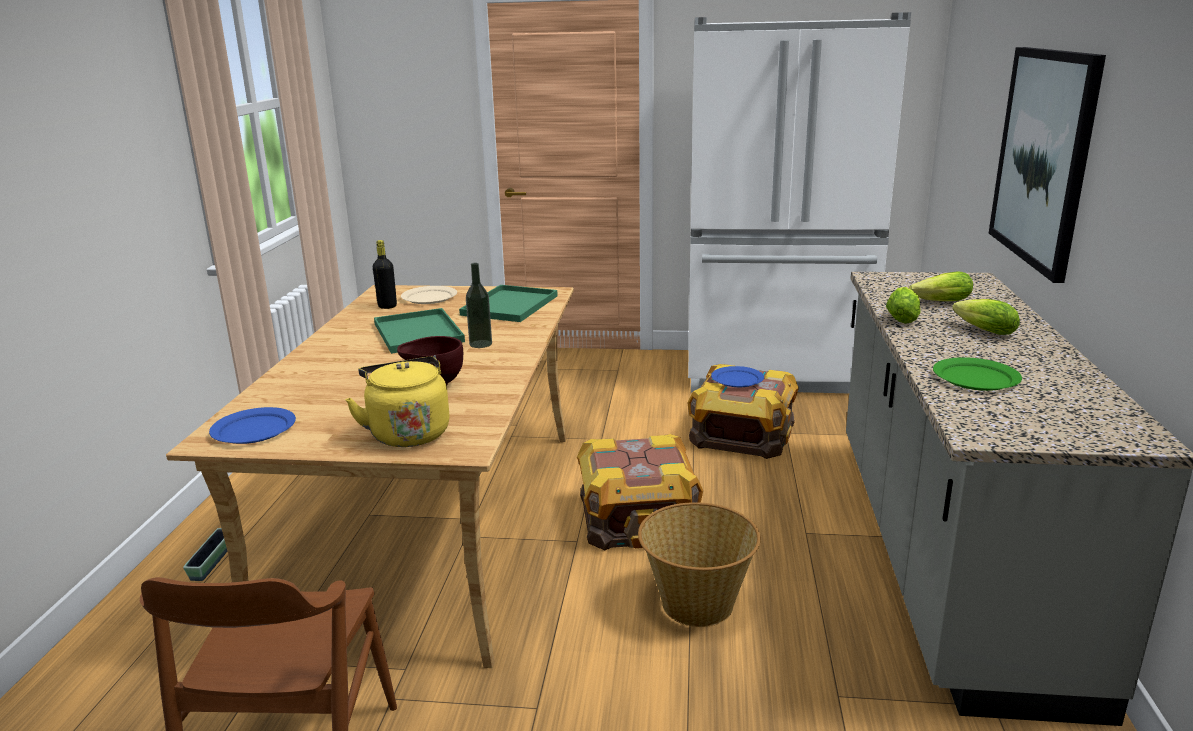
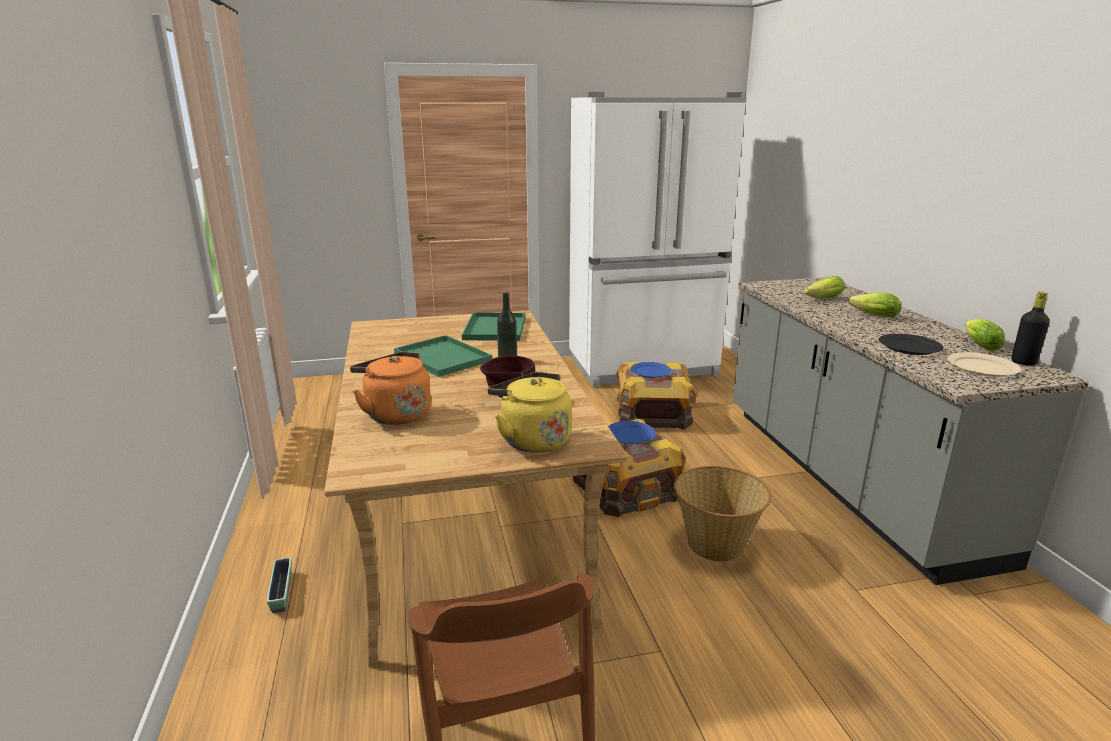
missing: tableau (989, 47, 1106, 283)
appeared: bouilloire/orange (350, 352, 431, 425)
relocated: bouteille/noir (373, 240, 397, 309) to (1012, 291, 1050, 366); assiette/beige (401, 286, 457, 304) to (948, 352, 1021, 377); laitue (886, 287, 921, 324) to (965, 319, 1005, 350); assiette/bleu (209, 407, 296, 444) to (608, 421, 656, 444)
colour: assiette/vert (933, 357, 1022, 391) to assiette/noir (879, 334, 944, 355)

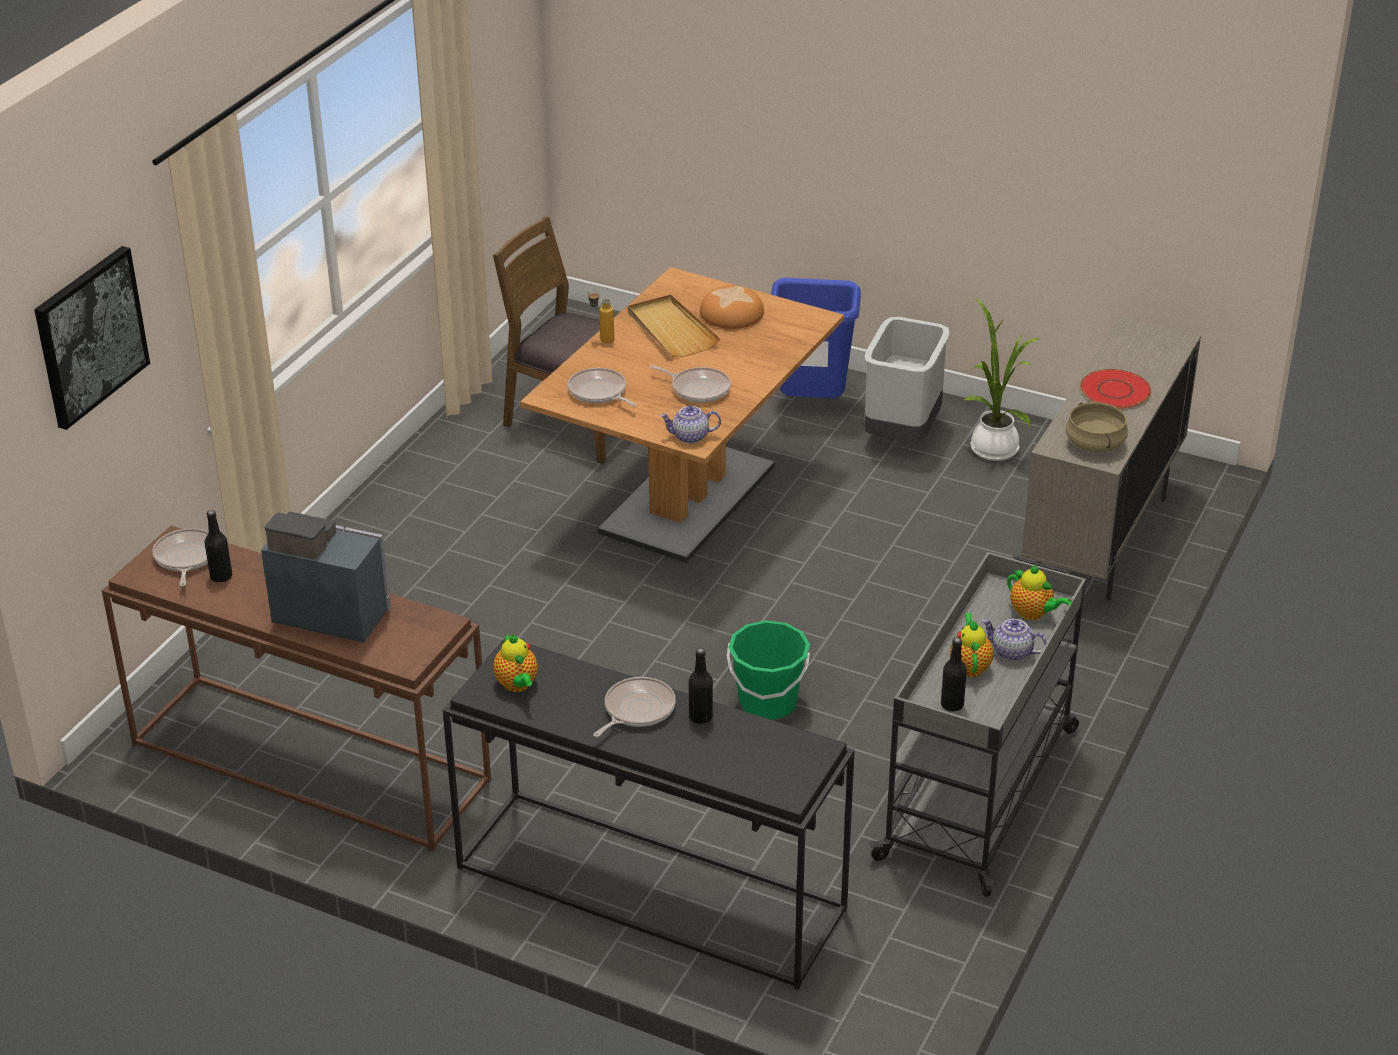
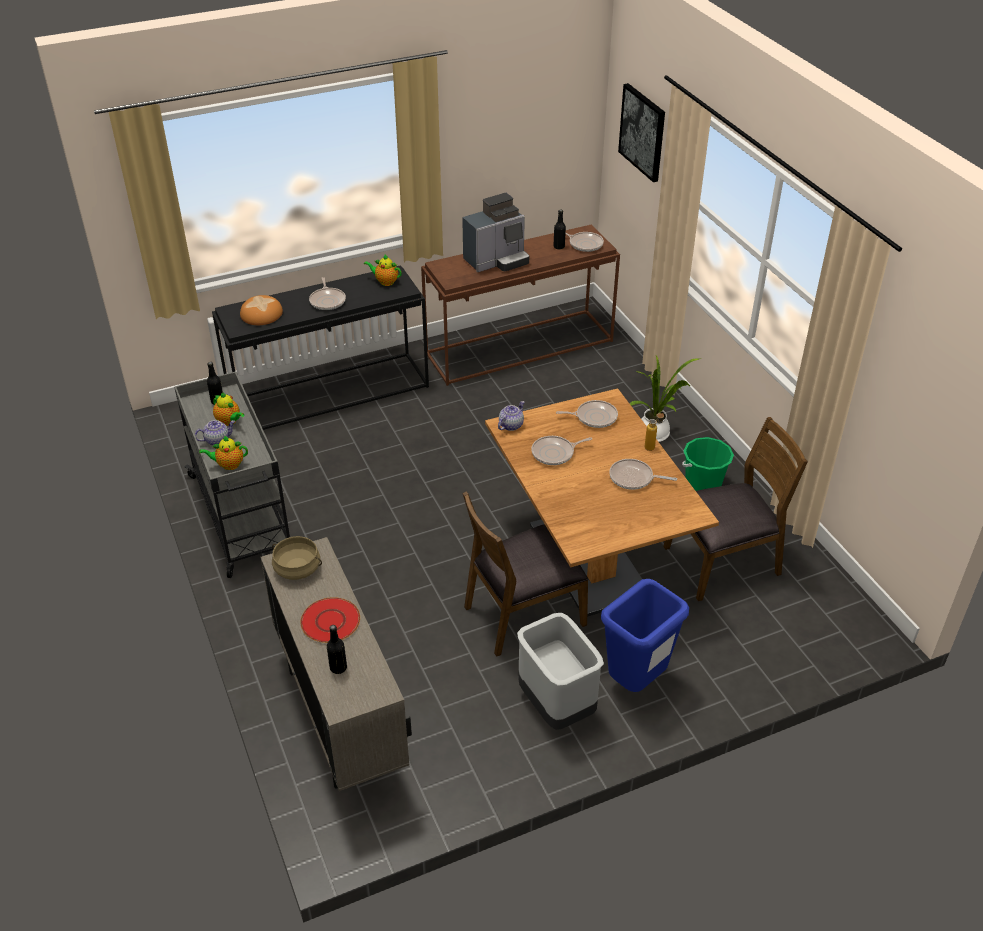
appeared: chaise/marron (462, 491, 589, 657)
relocated: pain (700, 285, 764, 329) to (240, 295, 283, 325); plante en pot (964, 298, 1041, 461) to (629, 355, 701, 442); seau/vert (727, 620, 810, 720) to (682, 437, 734, 491); bouteille/noir (689, 648, 713, 724) to (327, 625, 347, 674)
exchanged: plateau/beige (628, 295, 720, 357) to poêle (609, 459, 677, 490)

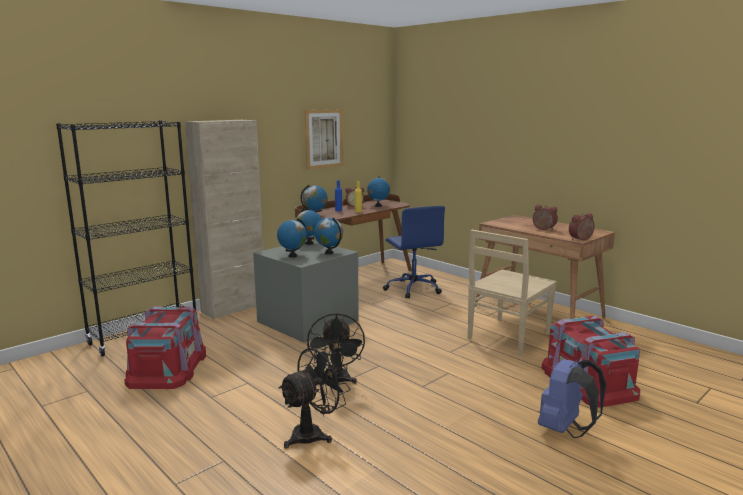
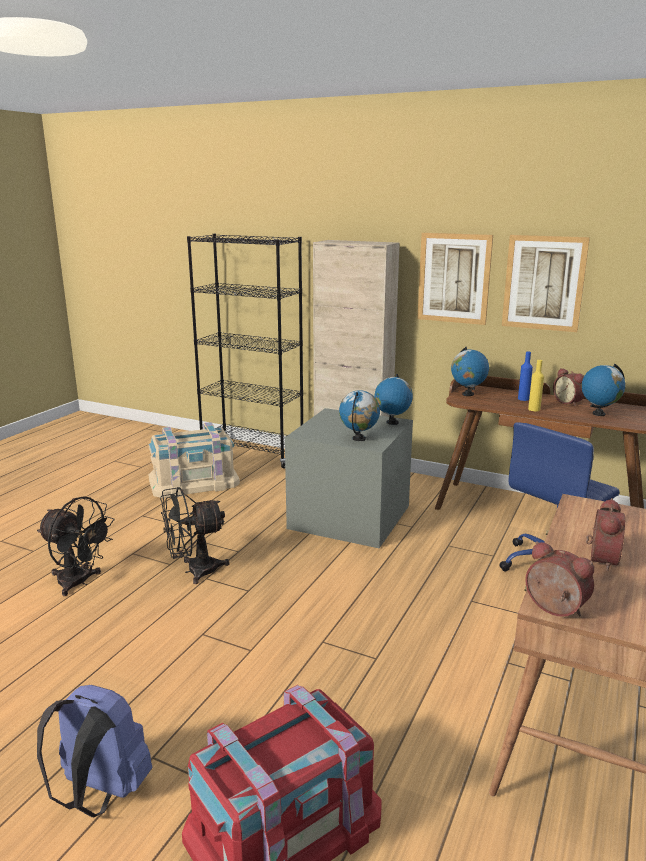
missing: globe (277, 218, 307, 257); chaise/beige (468, 230, 557, 355)
appeared: tableau (417, 233, 493, 325)
colour: boîte de rangement/rouge (124, 307, 206, 389) to boîte de rangement/beige (149, 422, 240, 498)

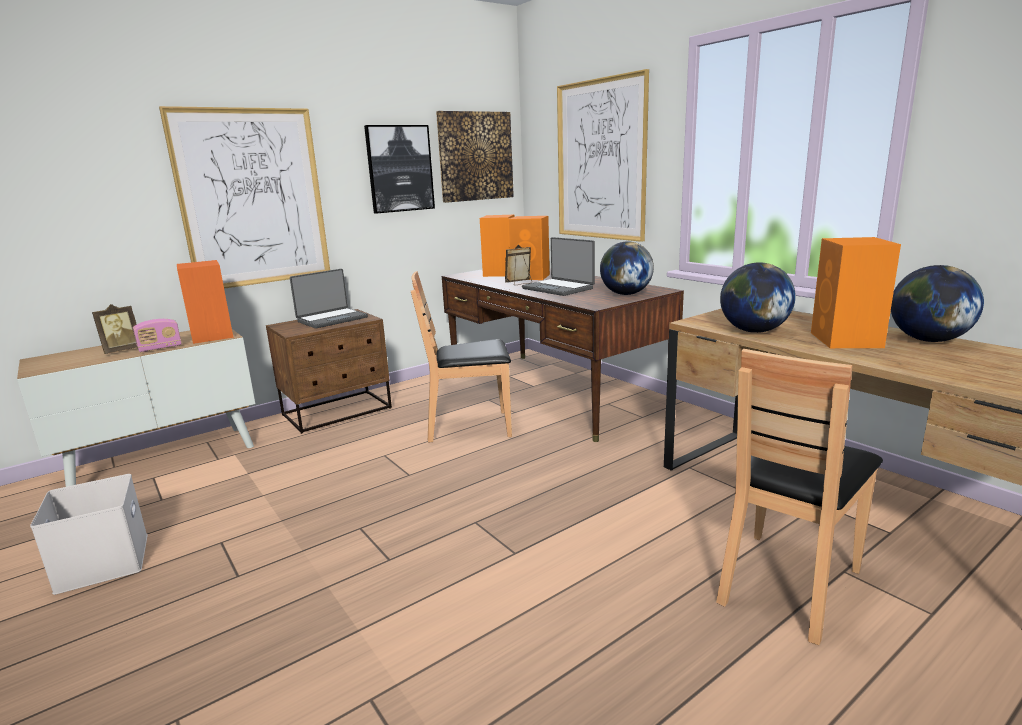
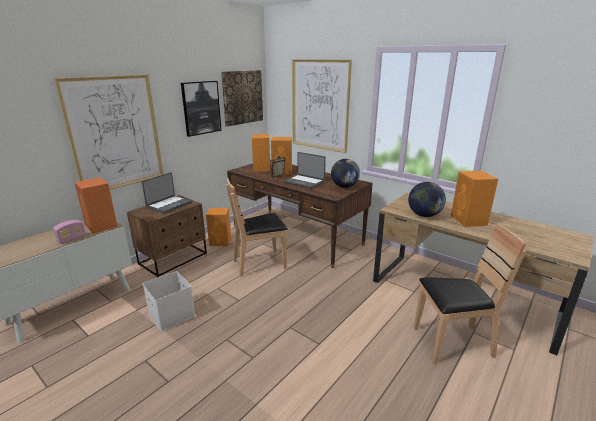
missing: globe (891, 265, 984, 342); cadre photo (92, 304, 137, 354)
appeared: enceinte/orange (206, 208, 231, 246)
relocated: boîte de rangement/blanc (30, 474, 148, 595) to (143, 271, 196, 331)
spun: chaise/marron (716, 349, 883, 645) = (414, 224, 526, 364) 120 degrees counterclockwise

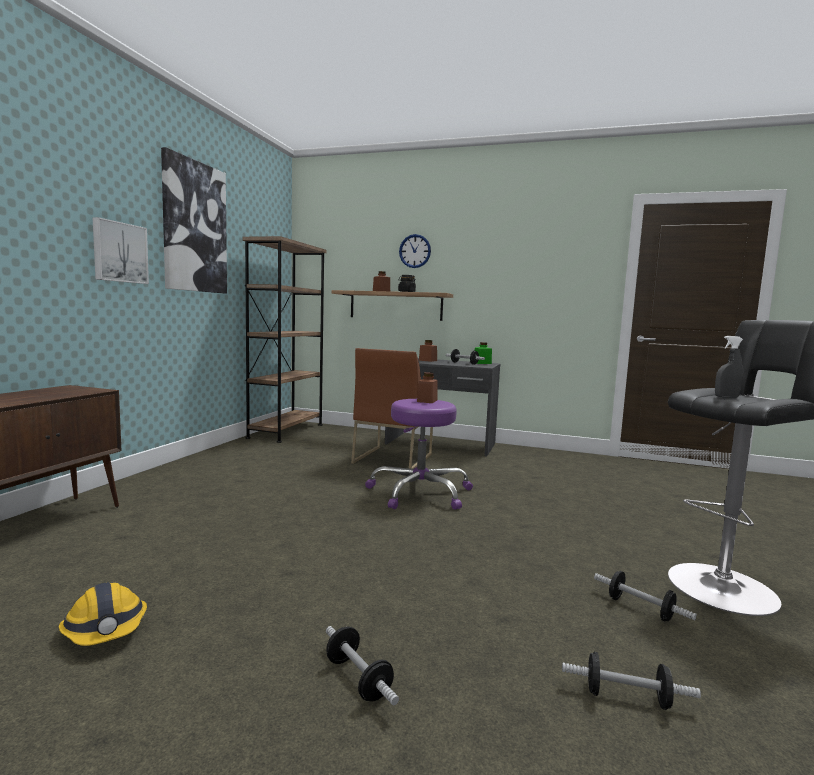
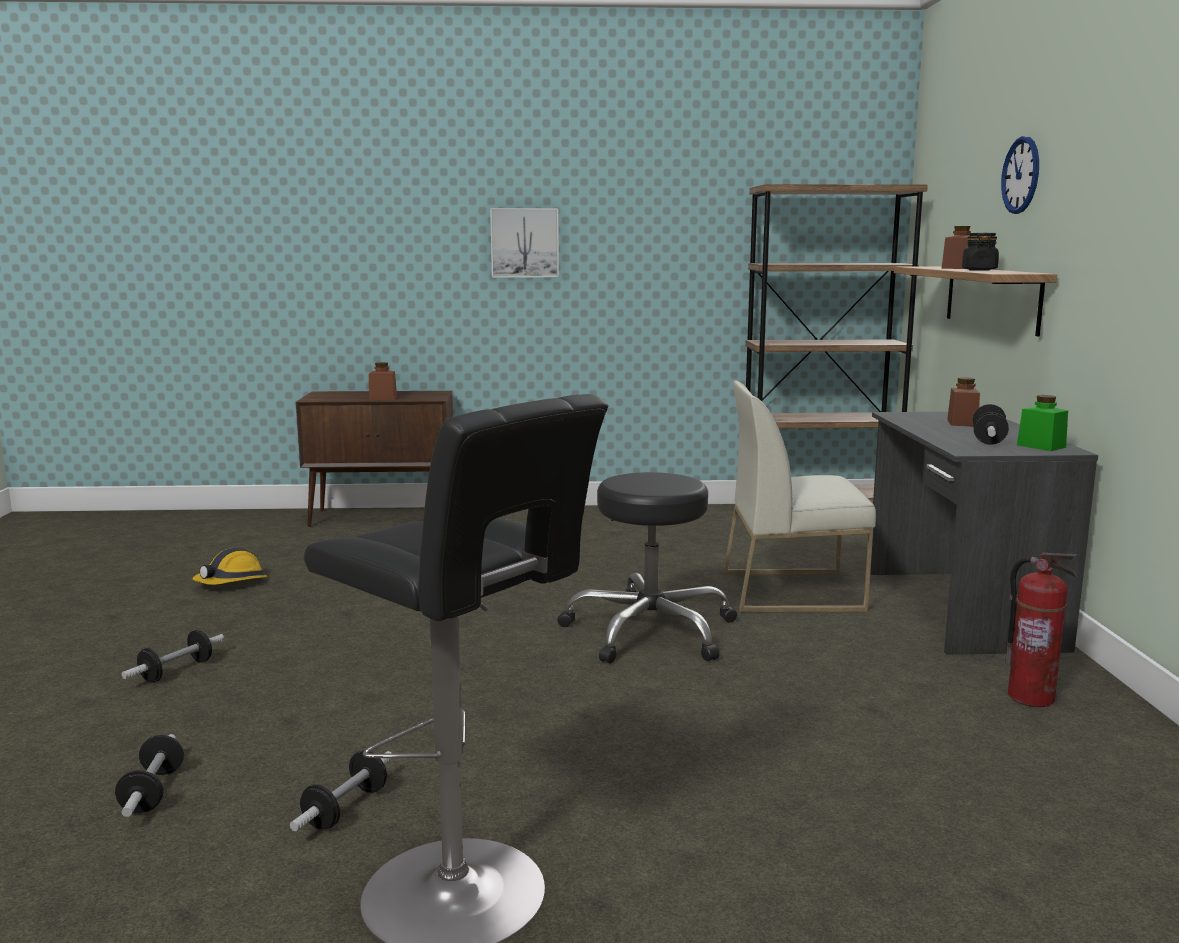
missing: tableau (161, 147, 227, 293); vaporisateur/gris (715, 336, 743, 398)
appeared: extincteur (1005, 552, 1077, 707)
relocated: bocal/marron (417, 372, 438, 403) to (369, 362, 397, 400)
colour: chaise/marron (351, 348, 433, 469) to chaise/blanc (723, 381, 876, 612); tabouret/violet (365, 399, 473, 510) to tabouret/noir (557, 472, 737, 664)

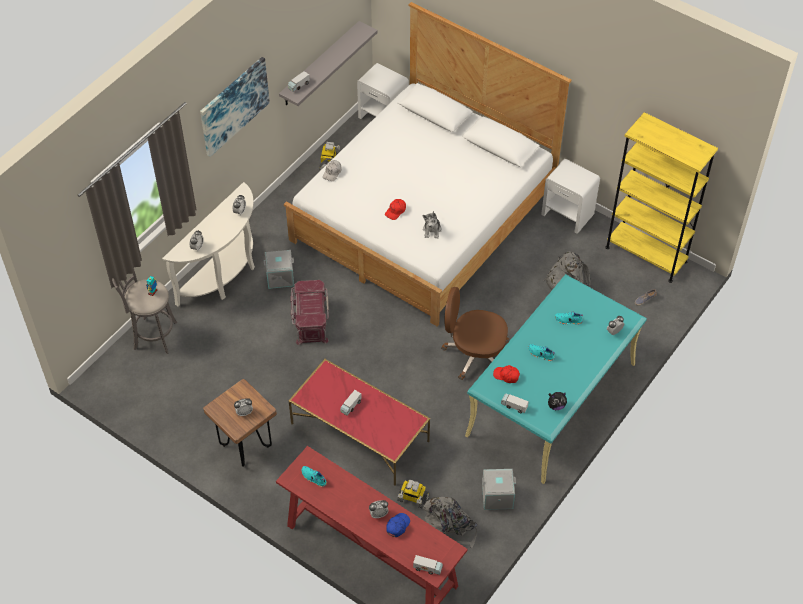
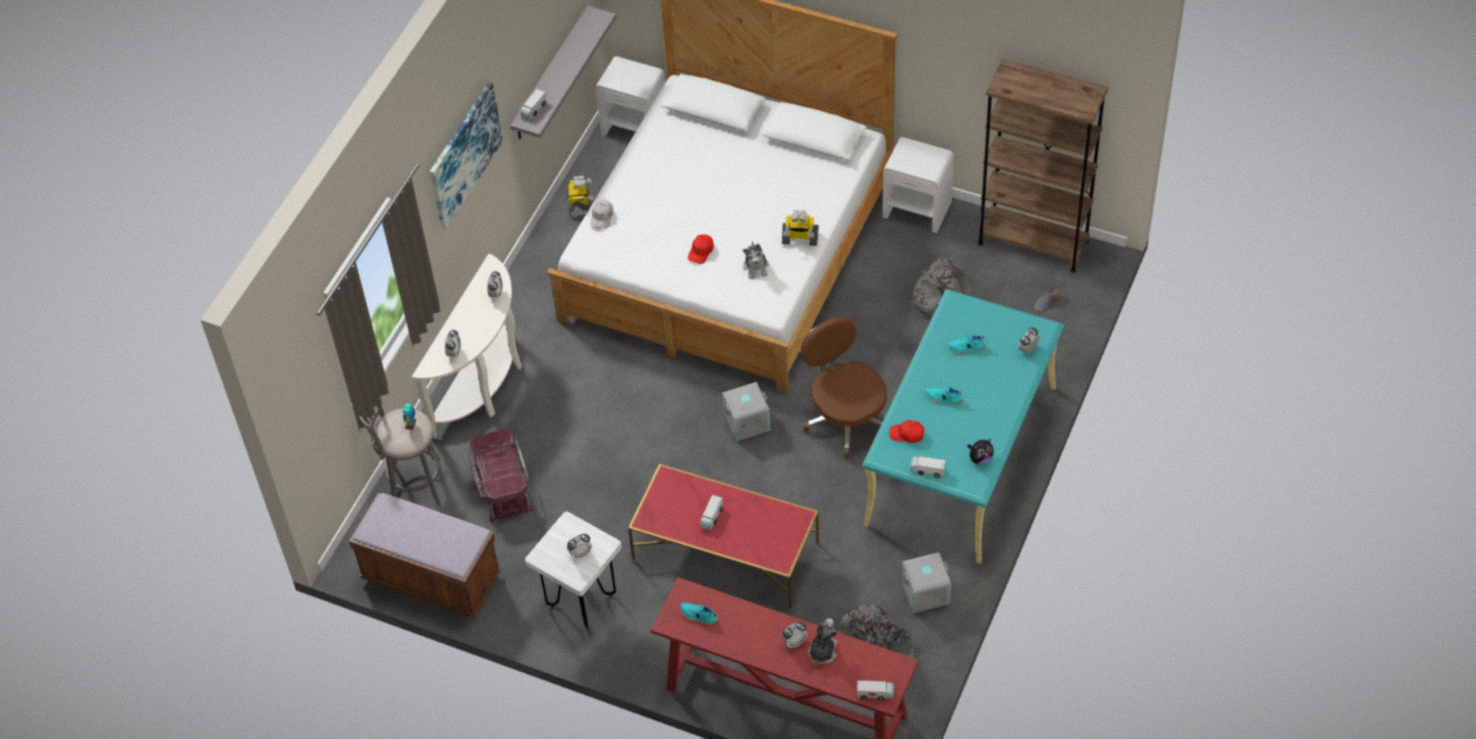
appeared: banc/marron (349, 493, 501, 618)
relocated: boîte de rangement/gris (264, 250, 294, 289) to (722, 382, 770, 441); boîte de rangement/rouge (290, 280, 329, 345) to (468, 429, 534, 523); robot jouet (397, 480, 430, 509) to (782, 210, 819, 246)
exchanged: casquette/bleu (386, 513, 410, 537) to peluche (808, 618, 838, 665)
colour: bibliothèque/jaune (605, 112, 718, 283) to bibliothèque/marron (978, 59, 1108, 273); tabouret/marron (203, 379, 277, 467) to tabouret/blanc (525, 511, 622, 627)
spun: chaise de bureau/marron (441, 287, 509, 380) = (801, 317, 887, 458) 60 degrees clockwise

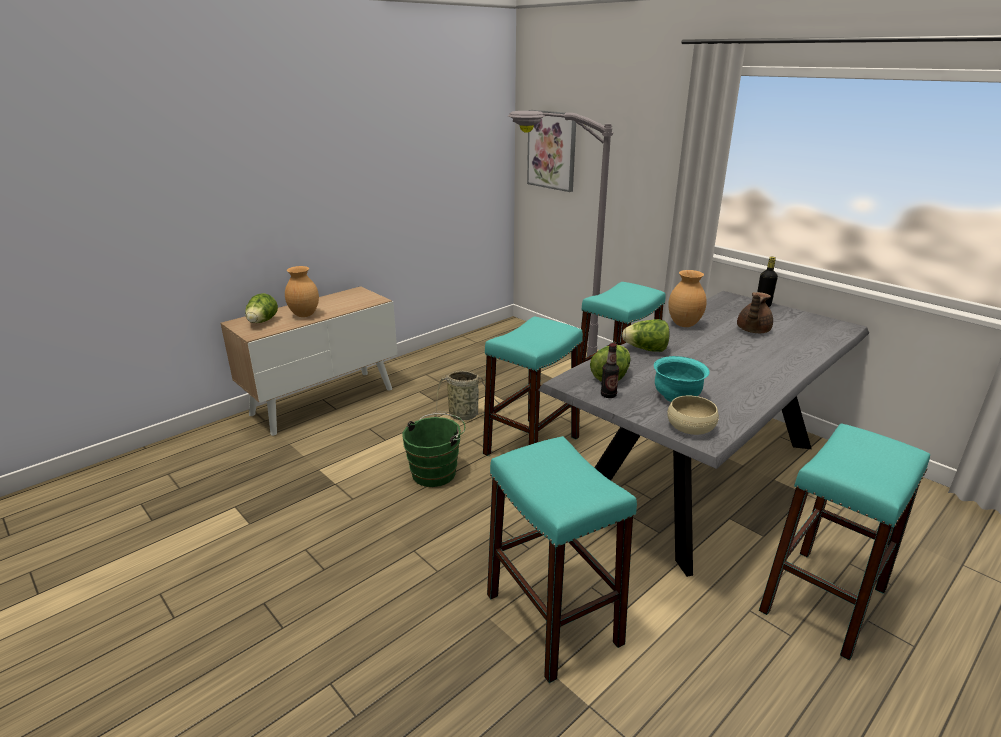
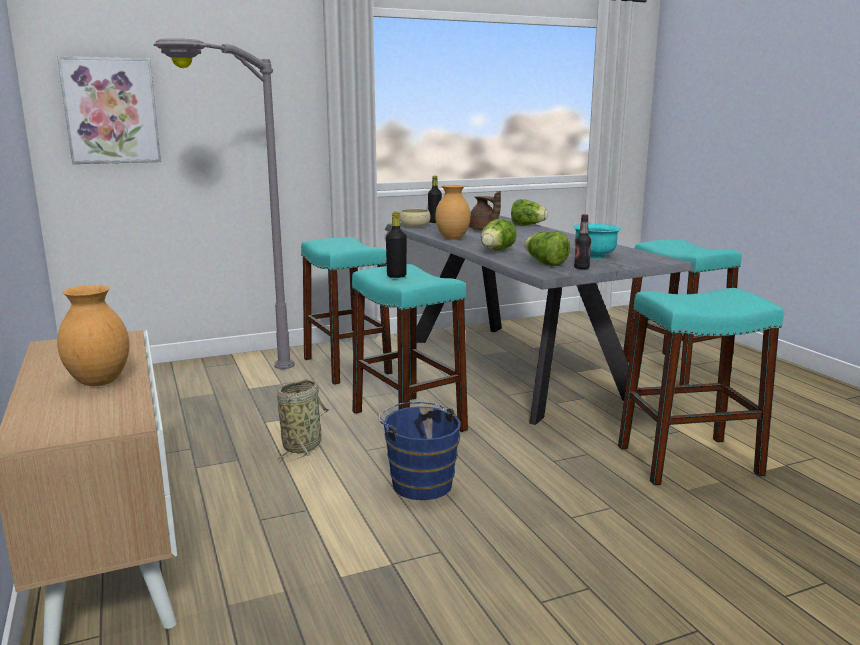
appeared: bouteille/noir (386, 212, 407, 278)
relocated: laitue (245, 293, 278, 323) to (511, 199, 548, 226); bol/beige (667, 395, 719, 435) to (400, 209, 431, 228)
colour: seau/vert (402, 413, 465, 487) to seau/bleu (378, 402, 461, 500)

